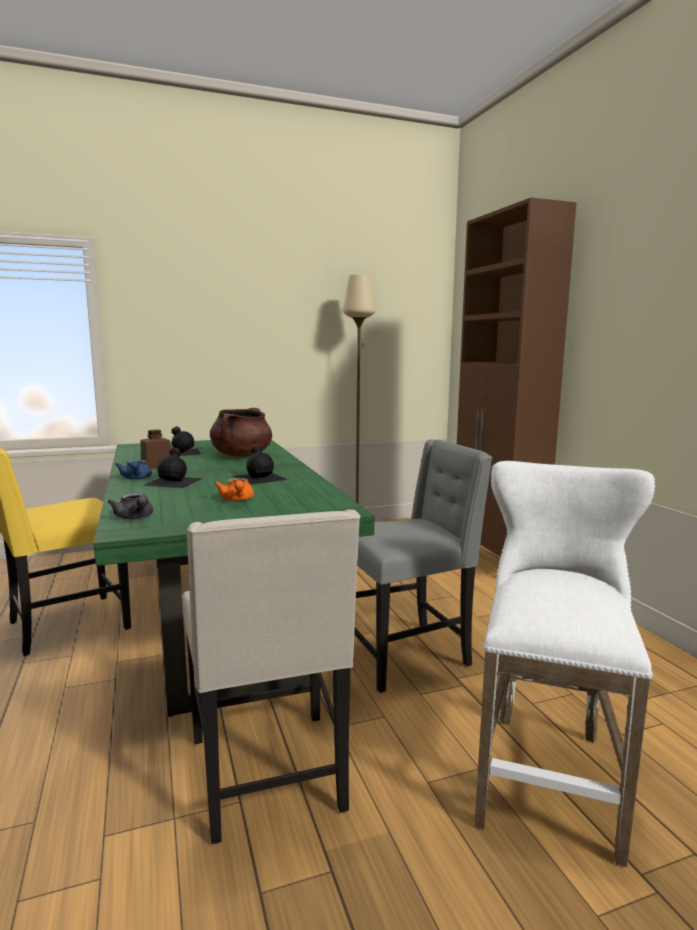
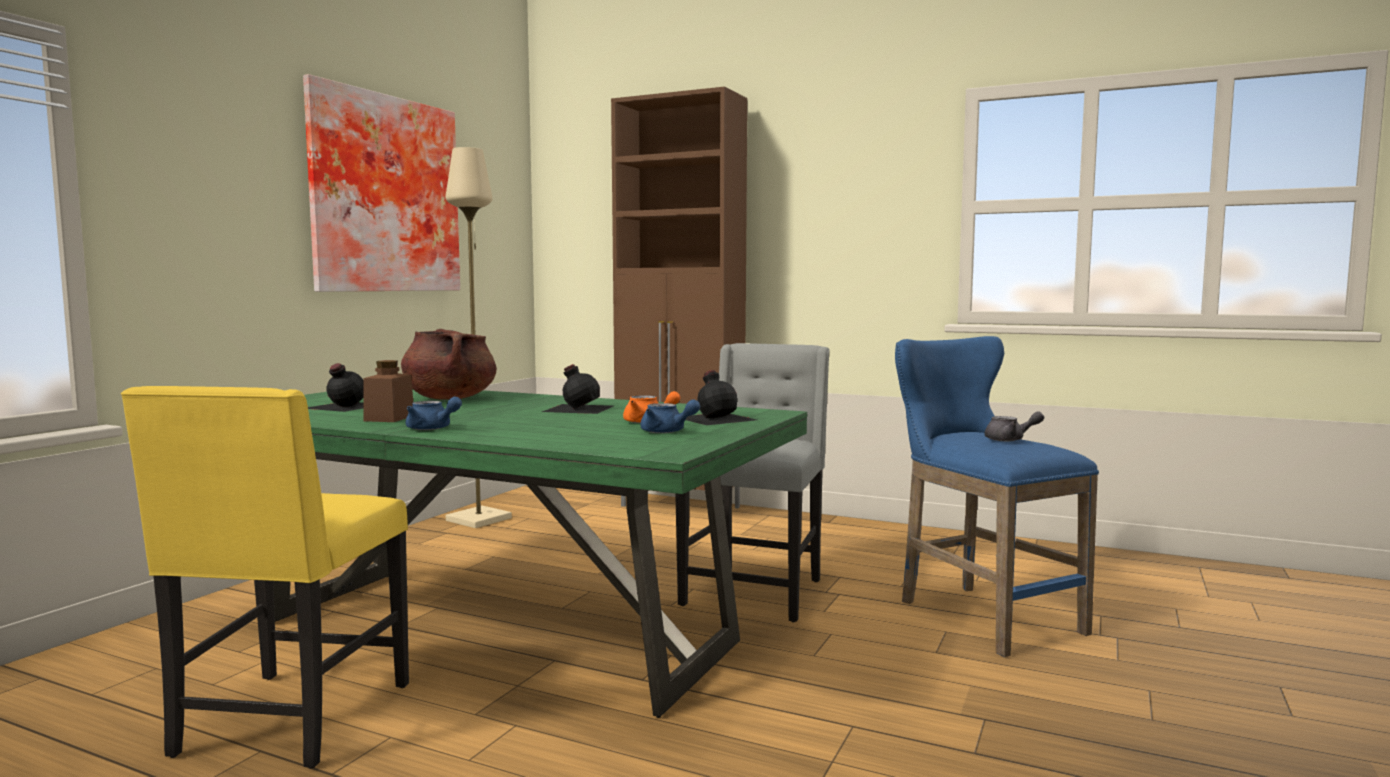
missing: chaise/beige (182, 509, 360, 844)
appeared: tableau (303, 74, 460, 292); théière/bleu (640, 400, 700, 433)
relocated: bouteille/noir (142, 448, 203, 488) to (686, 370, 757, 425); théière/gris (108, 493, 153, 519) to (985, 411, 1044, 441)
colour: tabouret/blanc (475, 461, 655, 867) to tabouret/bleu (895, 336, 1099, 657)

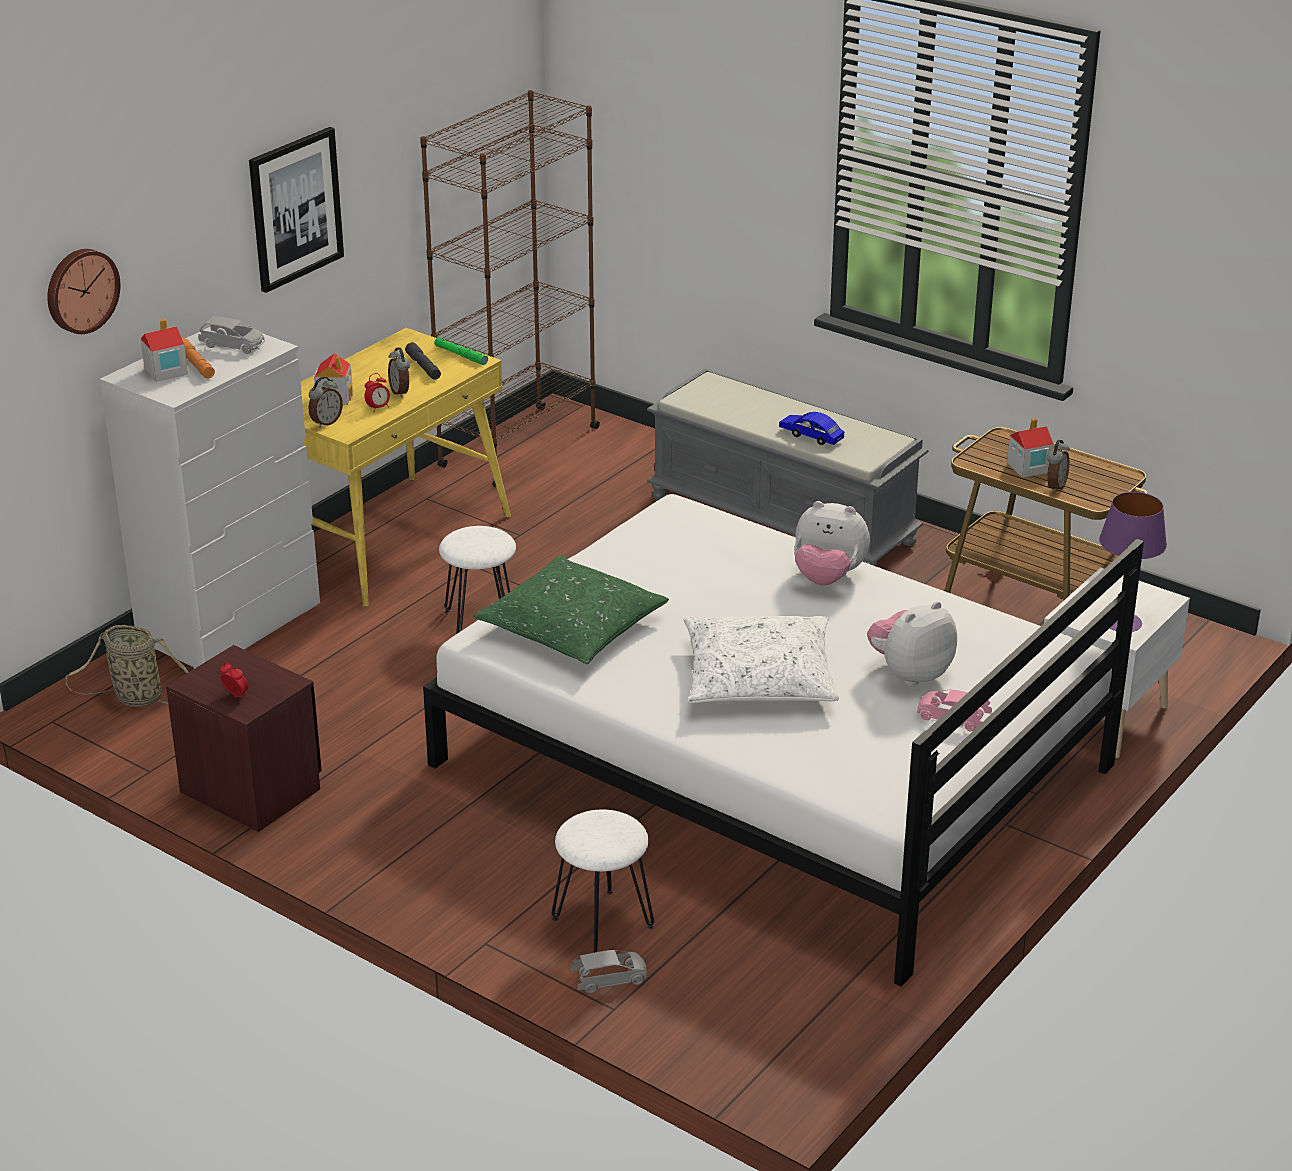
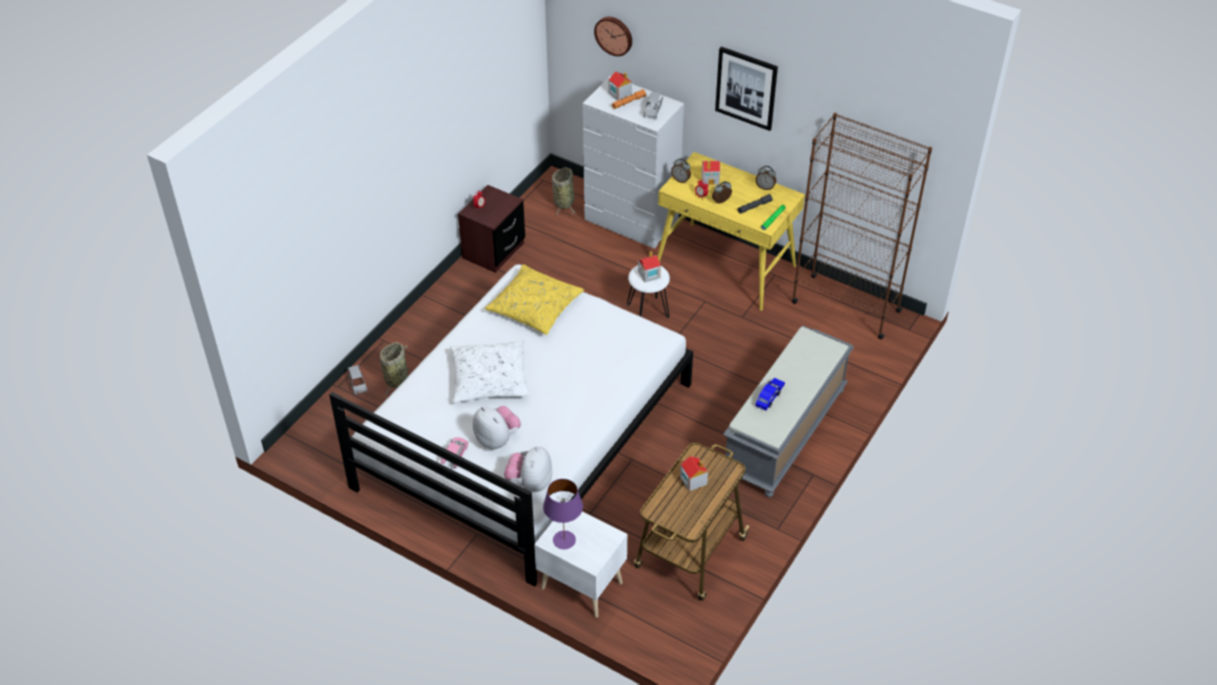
appeared: maison miniature (638, 251, 661, 282)
relocated: réveil (1047, 440, 1070, 493) to (756, 166, 776, 190); peluche (794, 501, 870, 586) to (504, 446, 552, 492)
exchanged: tabouret/blanc (552, 810, 654, 953) to panier (380, 342, 408, 397)
colour: coussin/vert (473, 556, 669, 664) to coussin/jaune (484, 264, 584, 335)

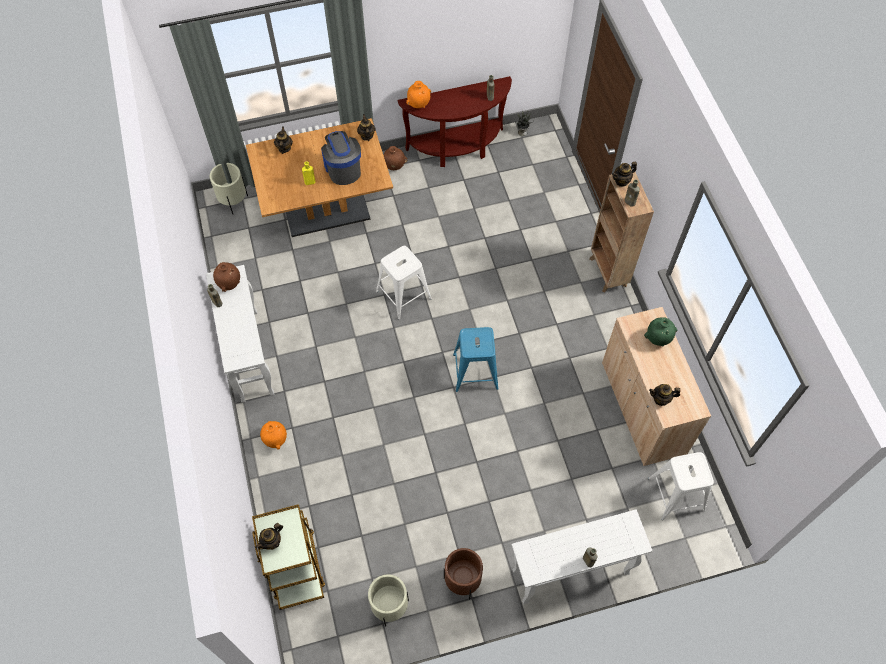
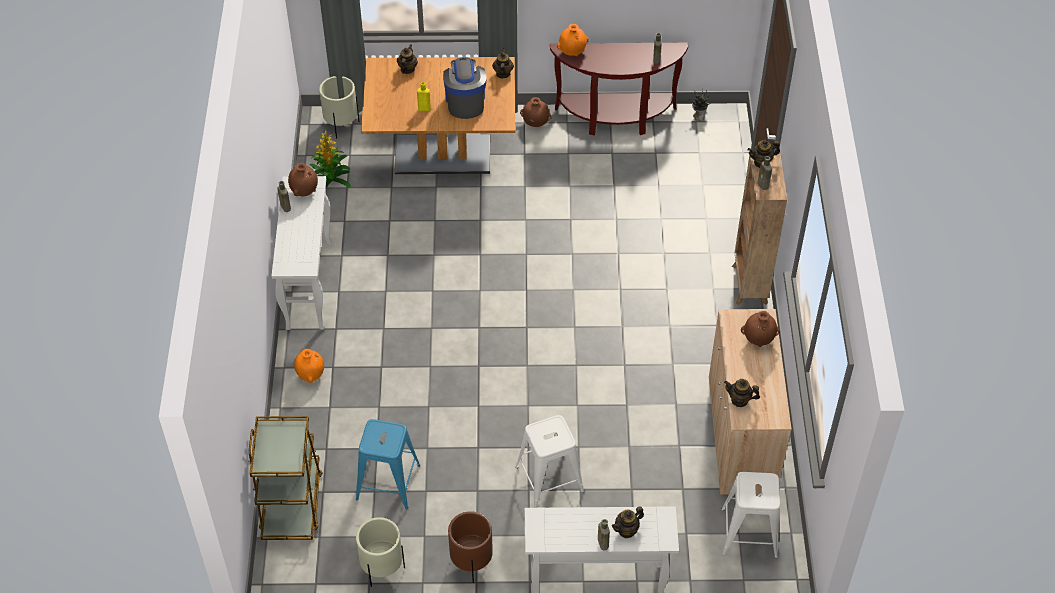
appeared: plante en pot (310, 130, 351, 187)
relocated: tabouret/blanc (376, 246, 432, 319) to (515, 415, 584, 508); tabouret/bleu (453, 327, 499, 392) to (356, 419, 420, 509); théière (255, 523, 283, 550) to (612, 506, 644, 538)
colour: vase/vert (644, 317, 677, 347) to vase/marron (741, 311, 780, 347)

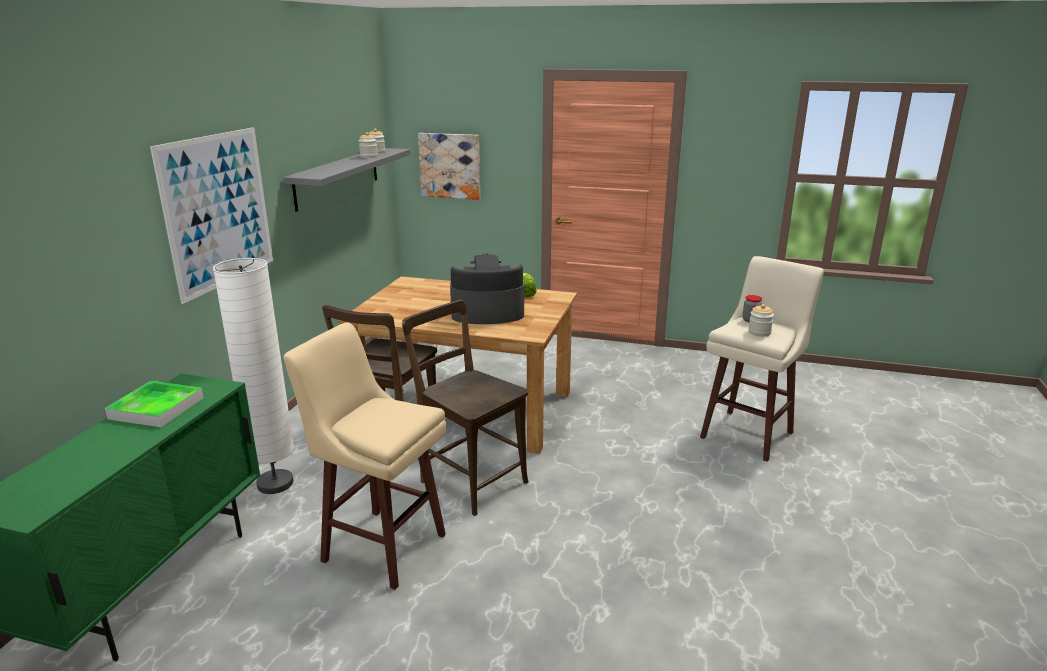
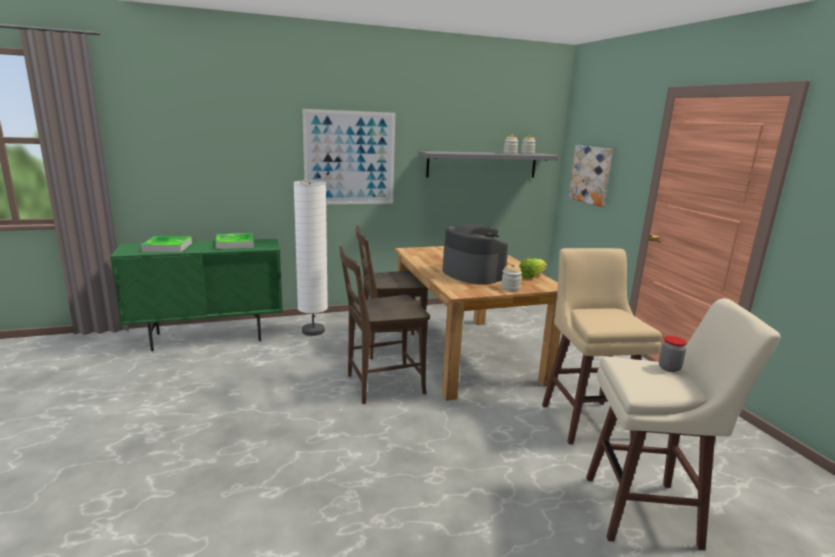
appeared: plateau (141, 236, 192, 252)
relocated: bocal (748, 304, 774, 336) to (501, 263, 522, 291); tabouret/beige (283, 323, 446, 590) to (542, 248, 662, 445)
spun: chaise/marron (402, 300, 529, 516) = (339, 246, 430, 404) 120 degrees counterclockwise

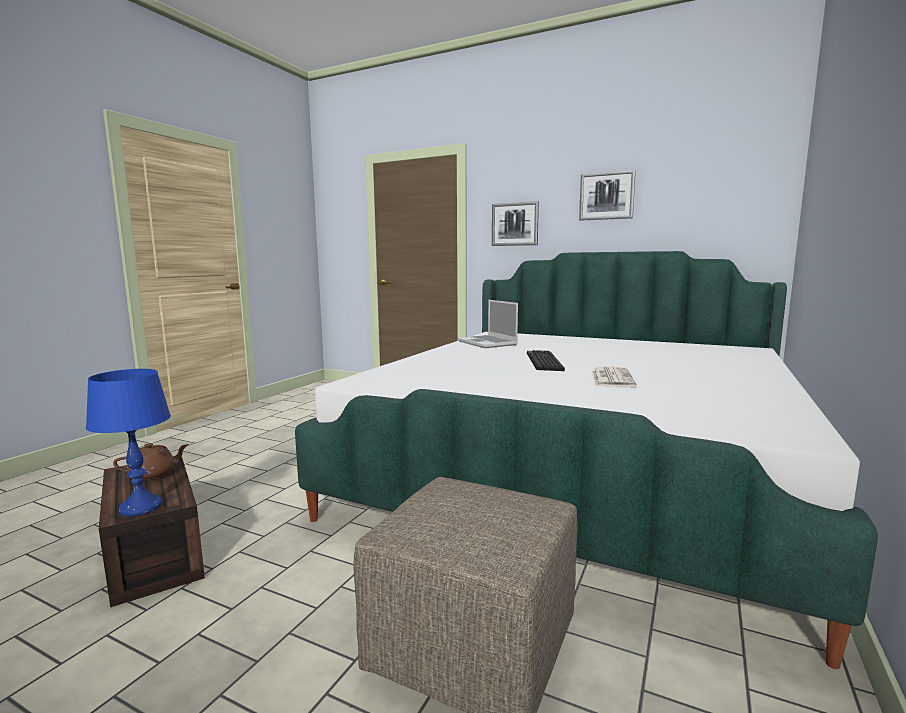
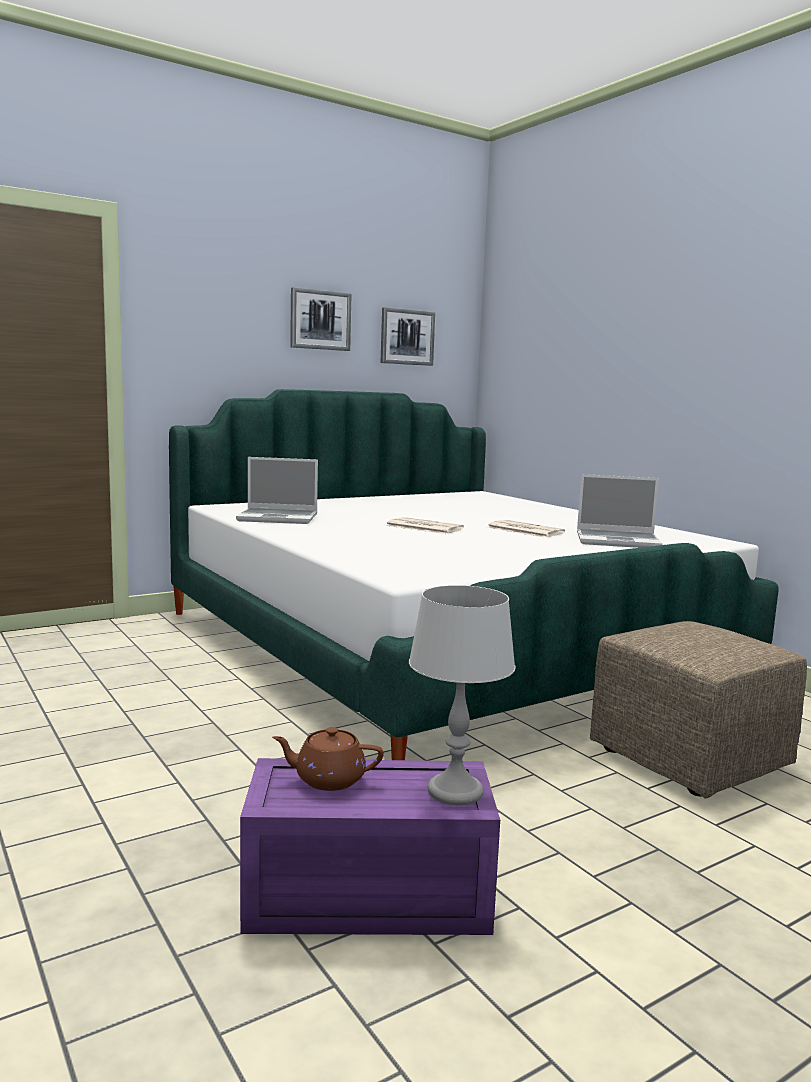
appeared: ordinateur portable (577, 474, 662, 548)
relocated: tableau (492, 201, 539, 246) to (381, 307, 435, 366)
exchanged: clavier (527, 350, 565, 371) to journal (385, 517, 464, 534)
colour: lampe de table/bleu (86, 369, 171, 516) to lampe de table/gris (409, 585, 516, 805); boîte de rangement/marron (99, 457, 205, 607) to boîte de rangement/violet (240, 758, 500, 935)
spun: théière/marron (113, 443, 189, 480) = (272, 727, 384, 791) 90 degrees counterclockwise

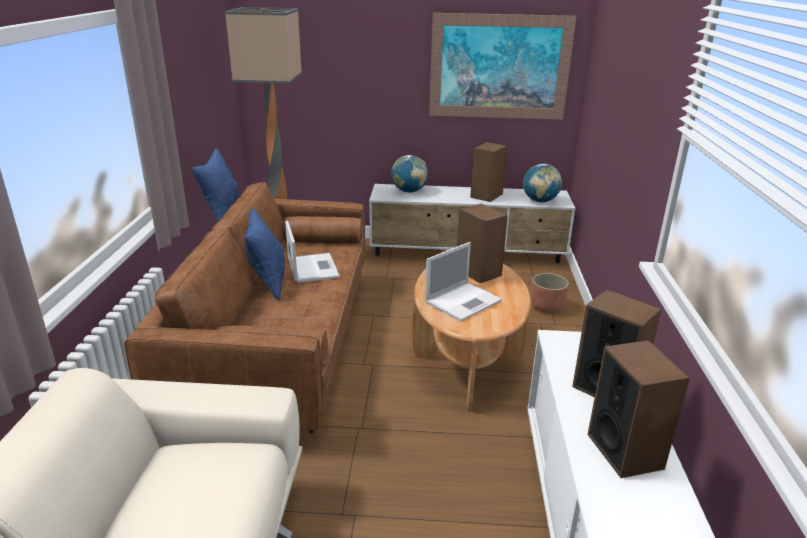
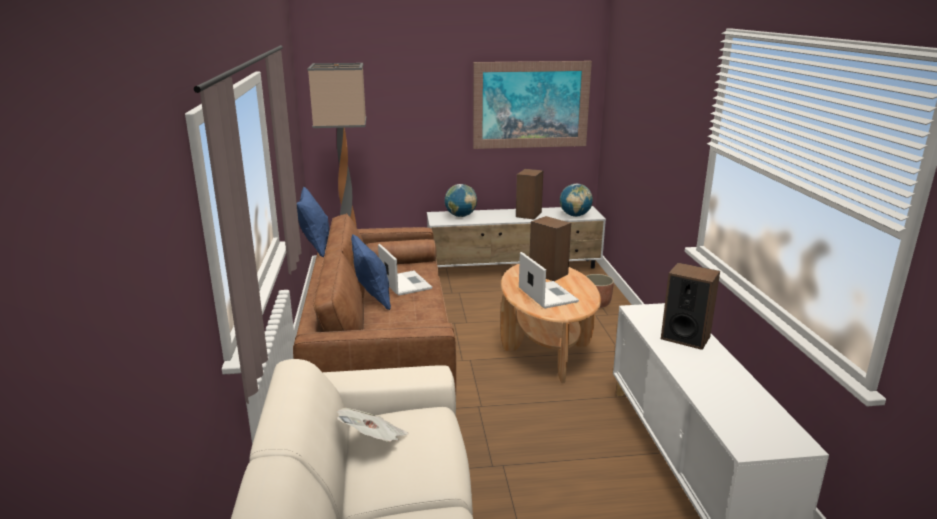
missing: enceinte (587, 340, 690, 478)
appeared: journal (336, 408, 409, 442)
spun: ordinateur portable (425, 242, 502, 322) = (519, 252, 579, 309) 60 degrees counterclockwise

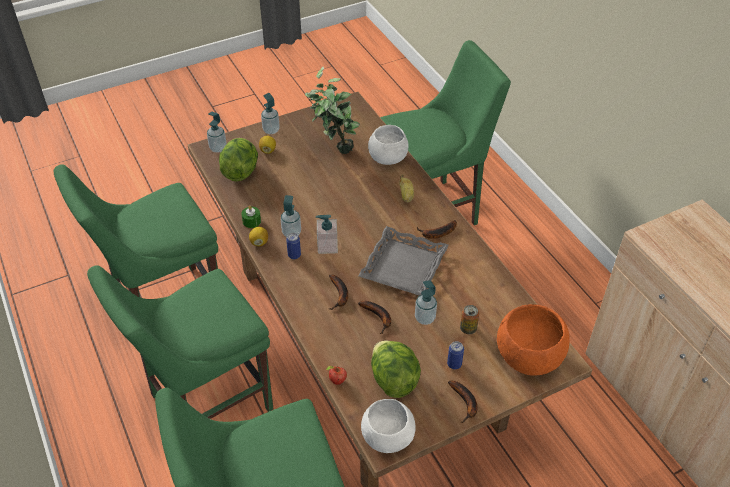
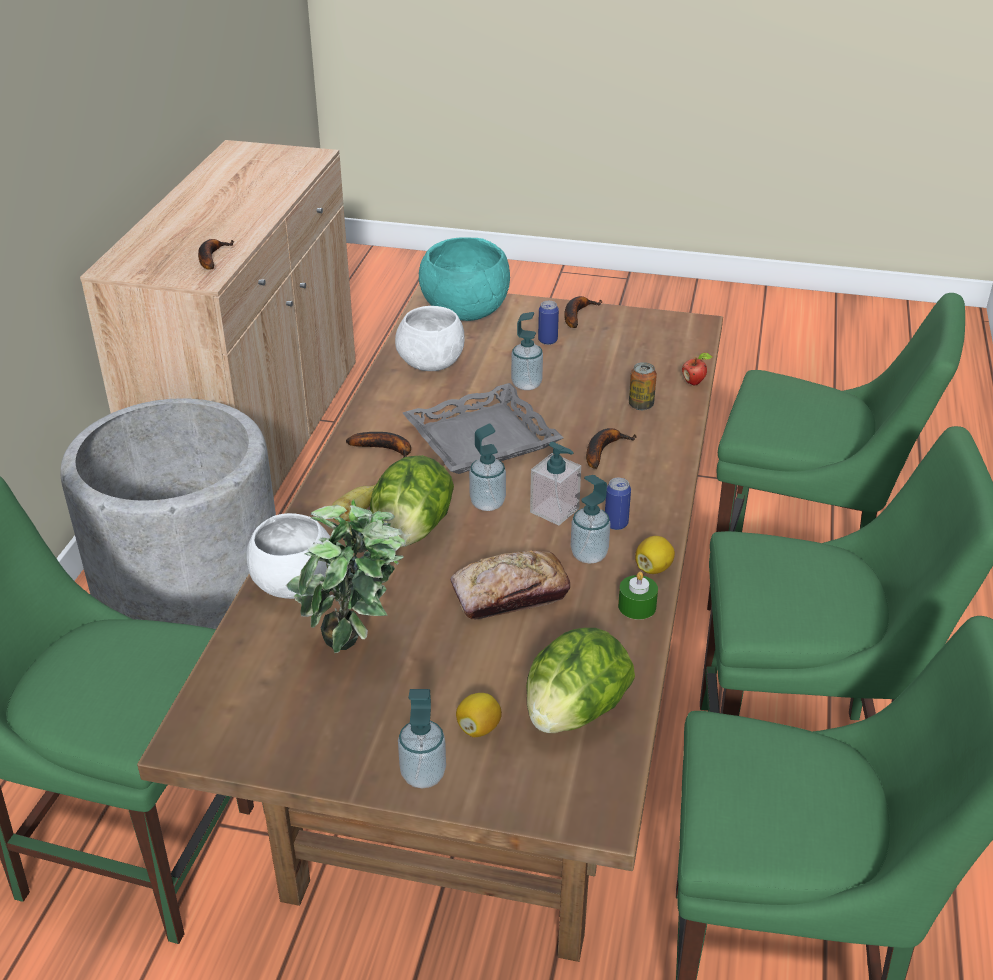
appeared: cache-pot/gris (60, 398, 276, 629); pain (450, 550, 570, 620)
relocated: distributeur de savon (207, 112, 227, 153) to (469, 424, 506, 511); banane (358, 301, 391, 334) to (198, 239, 234, 269); boîte métallique (460, 305, 479, 334) to (629, 362, 657, 410); laitue (371, 340, 421, 398) to (370, 455, 454, 547); bol/blanc (361, 399, 416, 453) to (395, 306, 465, 371)
colour: bol/orange (497, 304, 570, 376) to bol/turquoise (419, 237, 510, 321)

